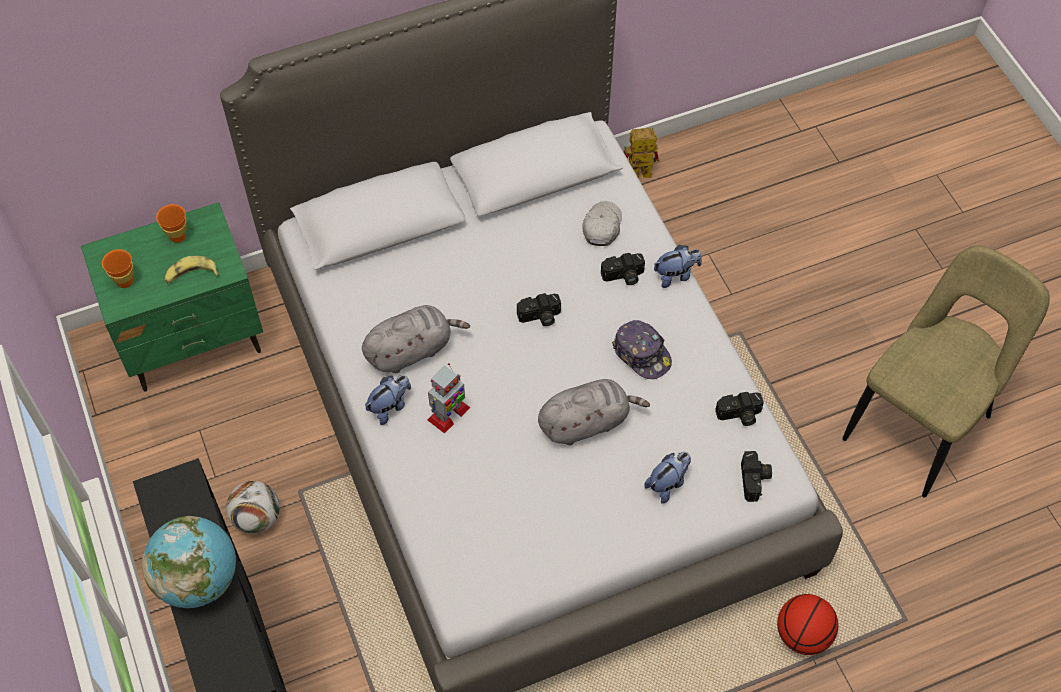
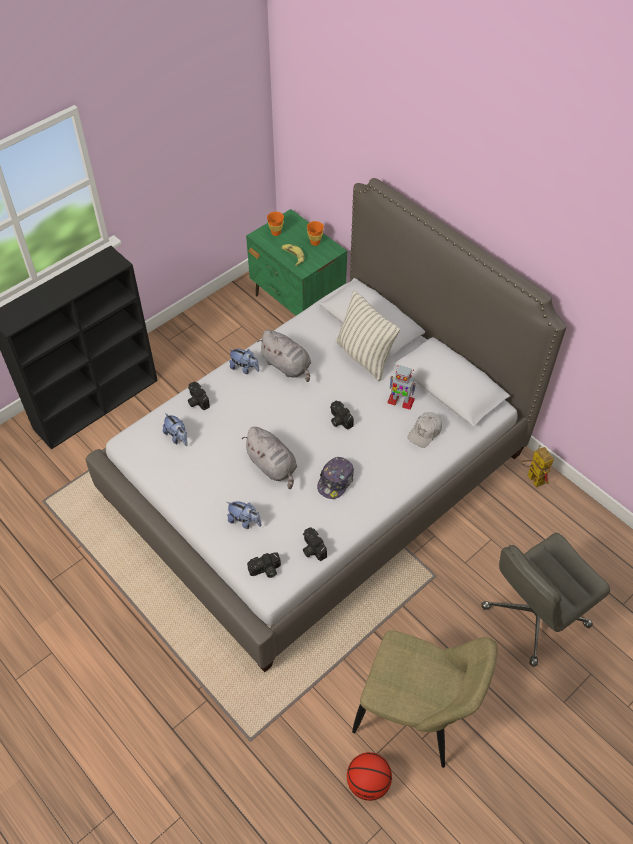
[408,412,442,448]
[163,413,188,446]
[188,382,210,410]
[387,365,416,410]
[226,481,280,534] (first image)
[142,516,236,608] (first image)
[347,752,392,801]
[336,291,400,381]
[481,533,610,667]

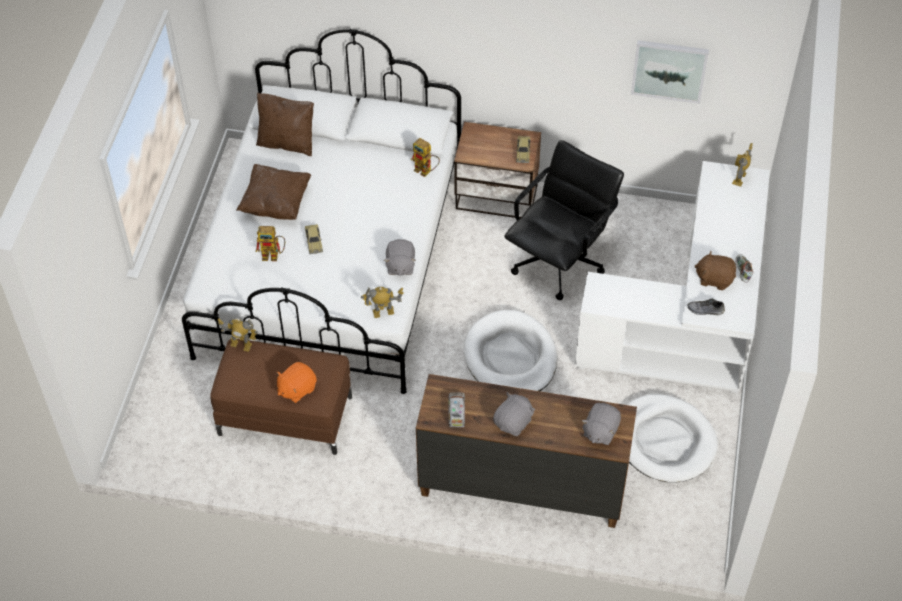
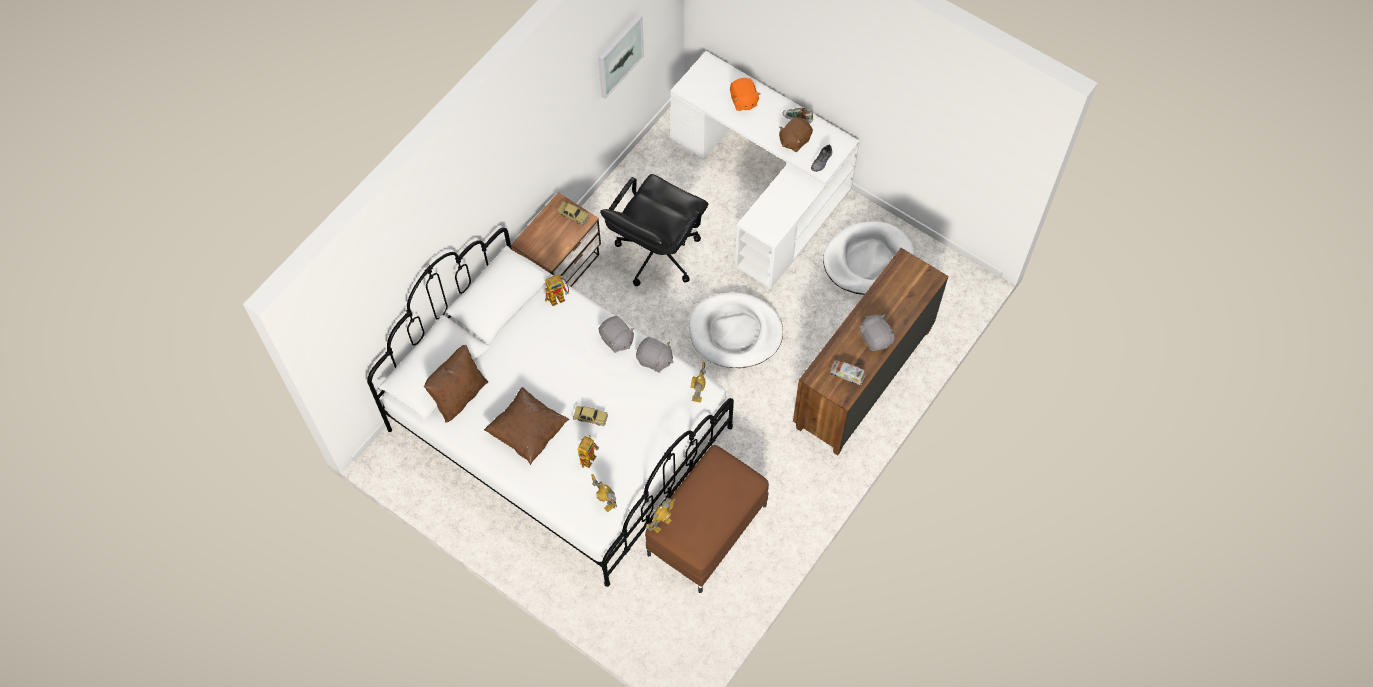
[600,174,708,286]
[591,474,617,512]
[730,78,761,111]
[599,316,634,353]

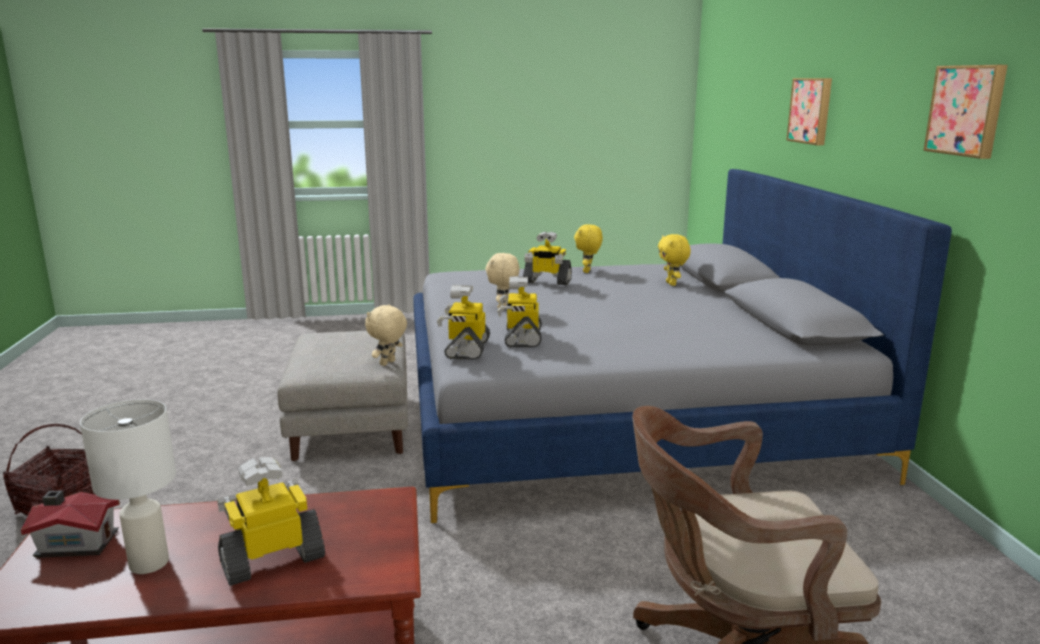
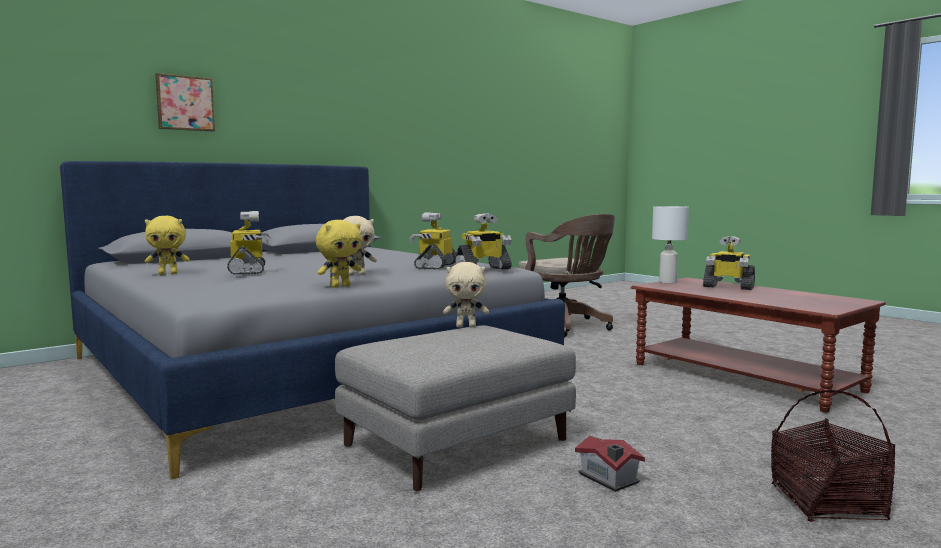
[923,65,1008,159] (first image)
[316,220,362,288]
[409,212,456,269]
[652,206,689,284]
[575,436,645,492]

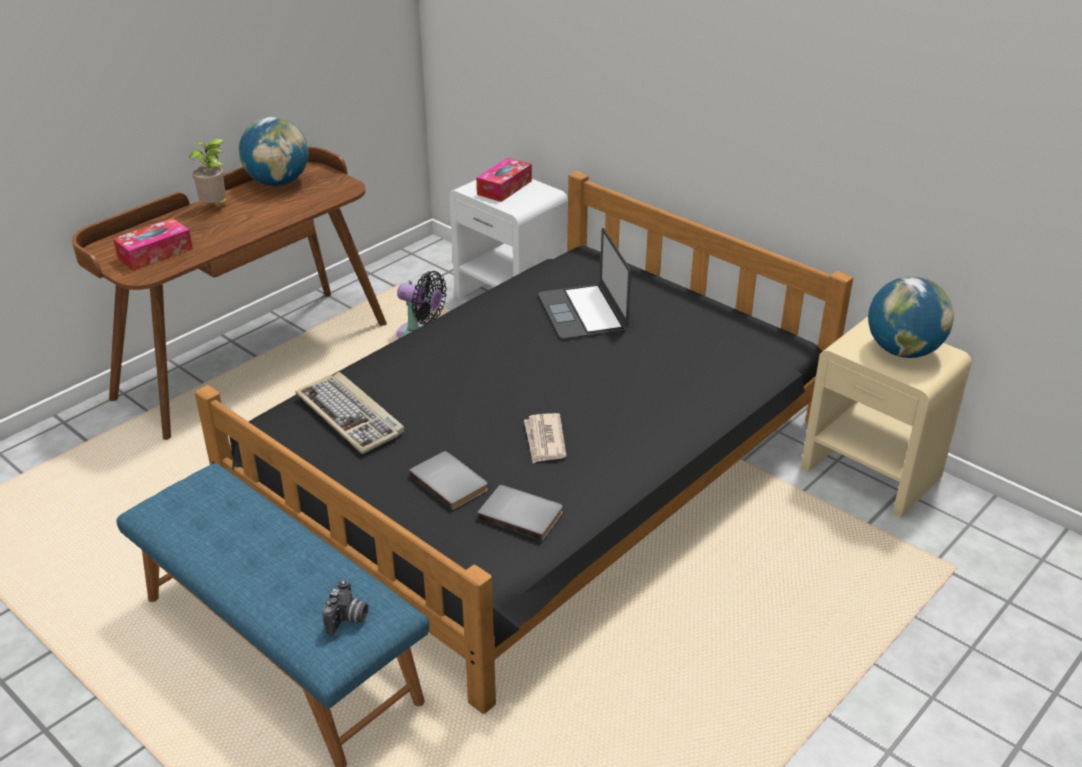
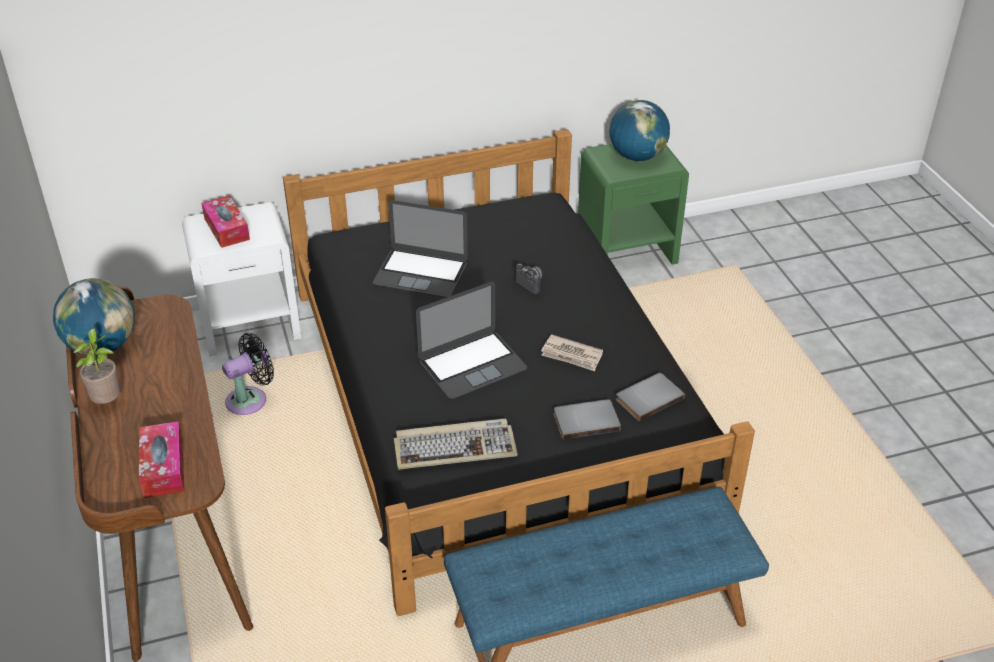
[578,144,689,265]
[515,263,543,294]
[416,281,527,399]

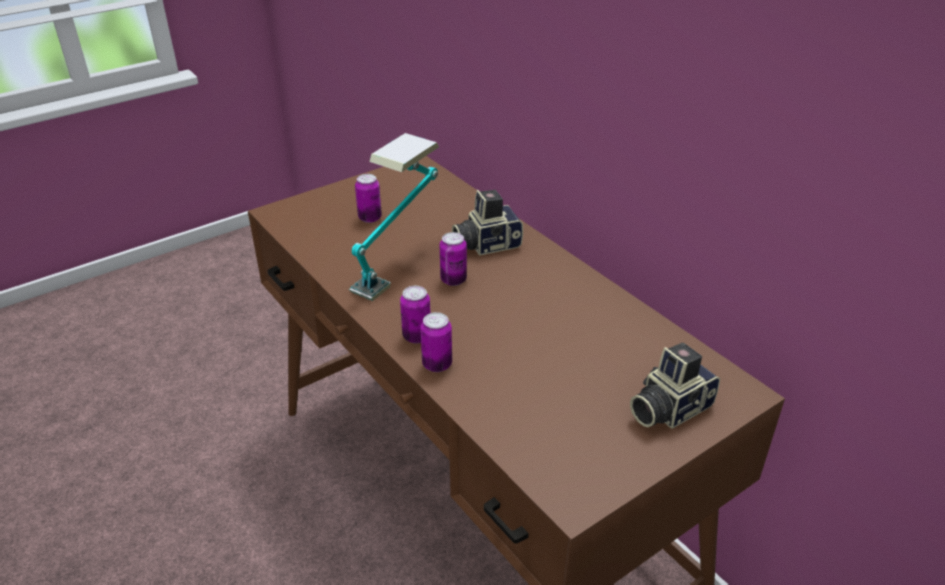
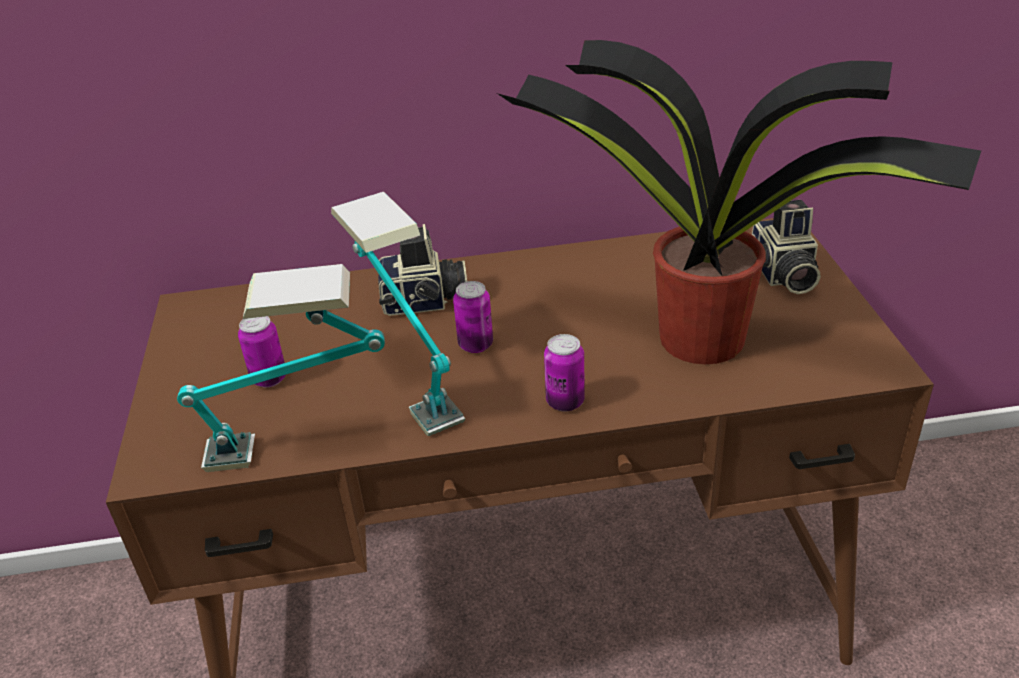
[378,224,467,316]
[420,312,452,372] (first image)
[497,40,981,364]
[177,264,385,472]

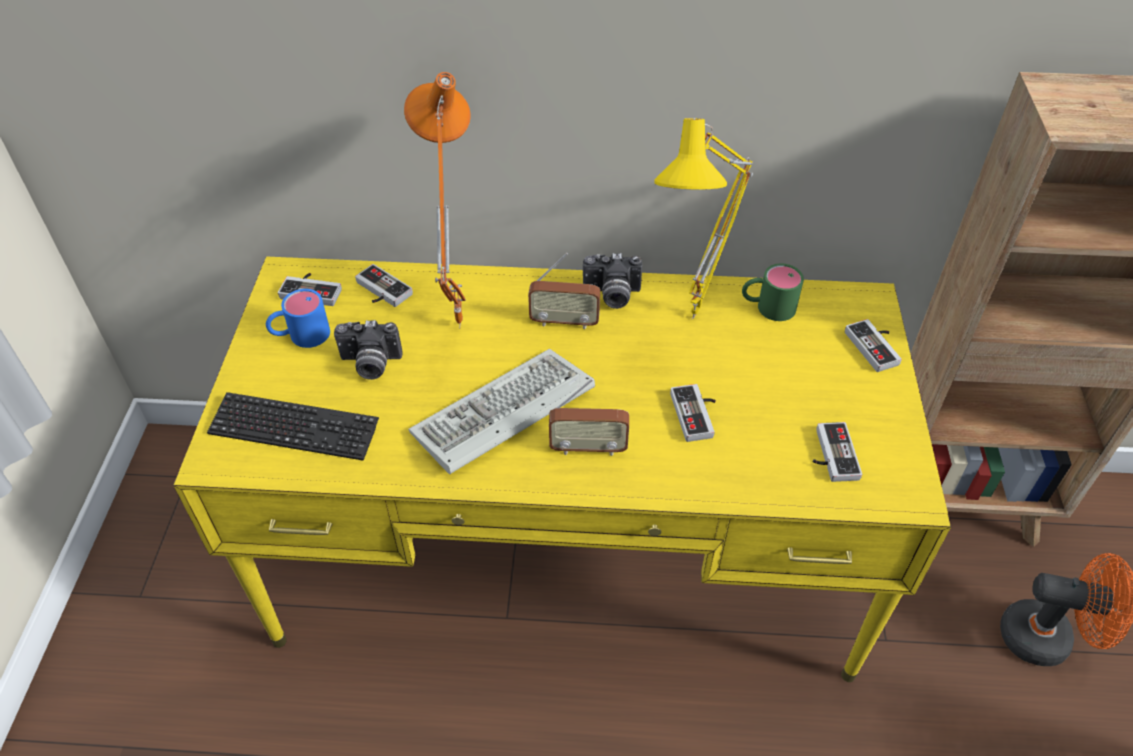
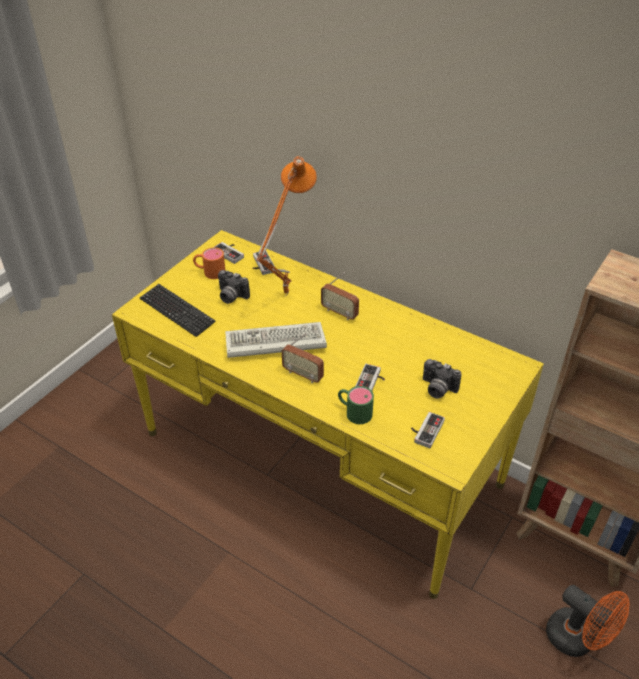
[654,118,753,319] (first image)
[423,359,462,399]
[338,386,374,424]
[193,247,226,279]
[845,319,902,372] (first image)

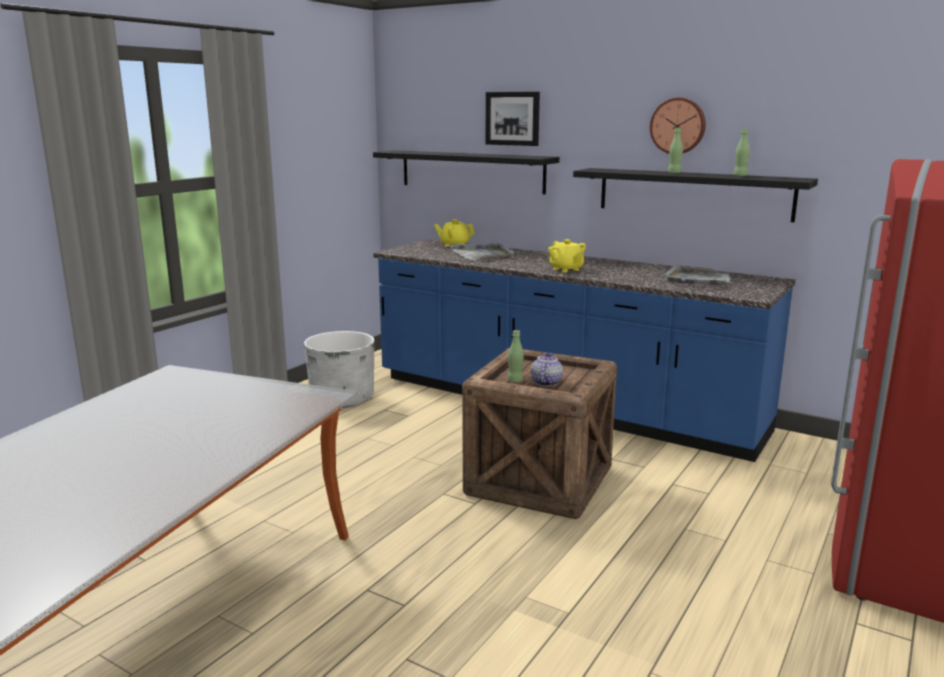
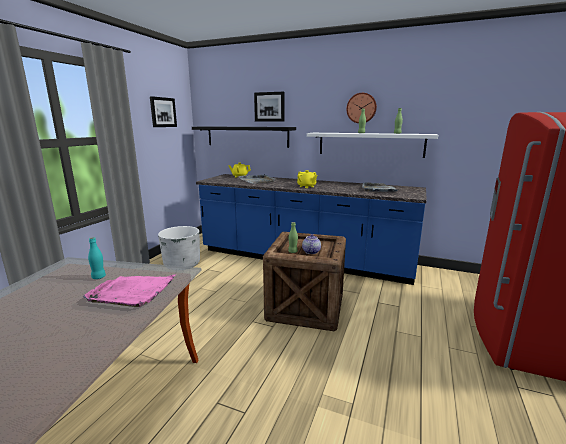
[307,133,438,158]
[150,96,177,127]
[88,237,106,279]
[83,274,177,307]

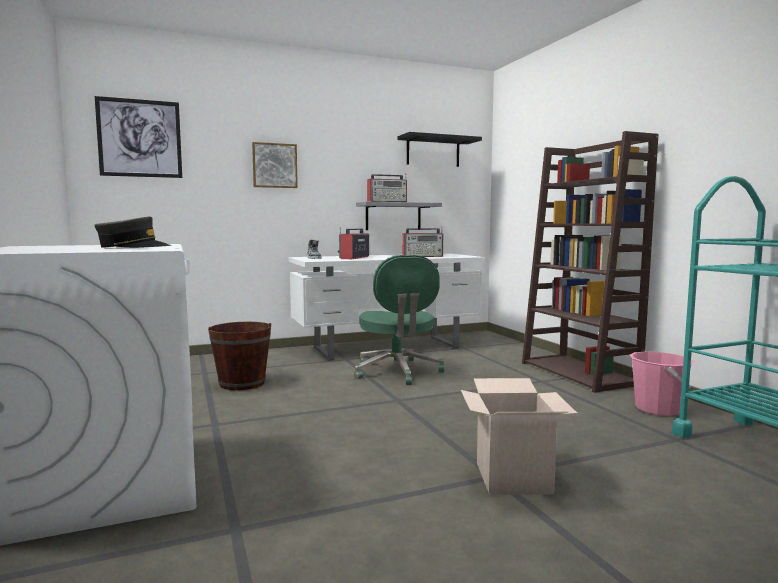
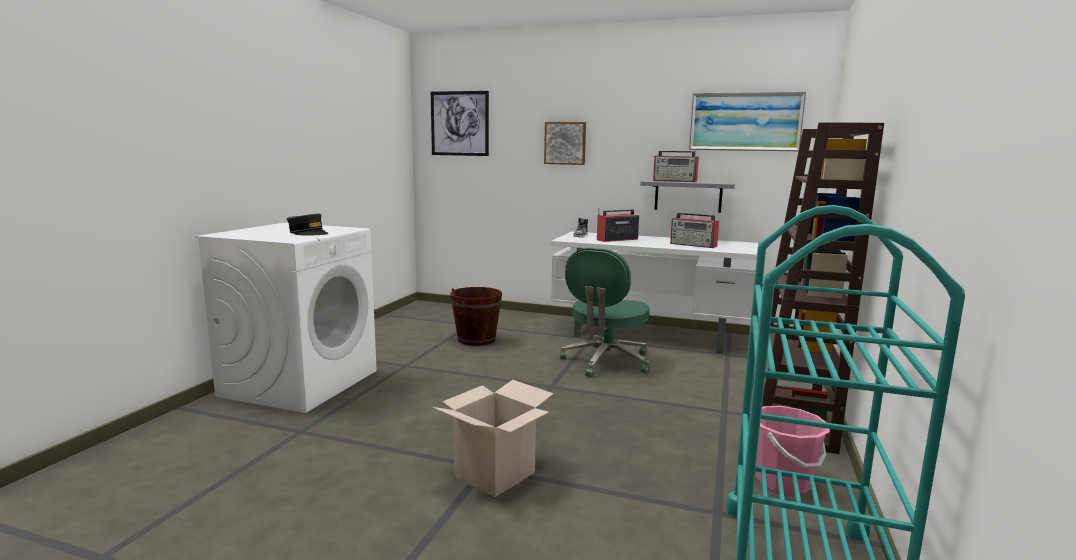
[689,92,806,151]

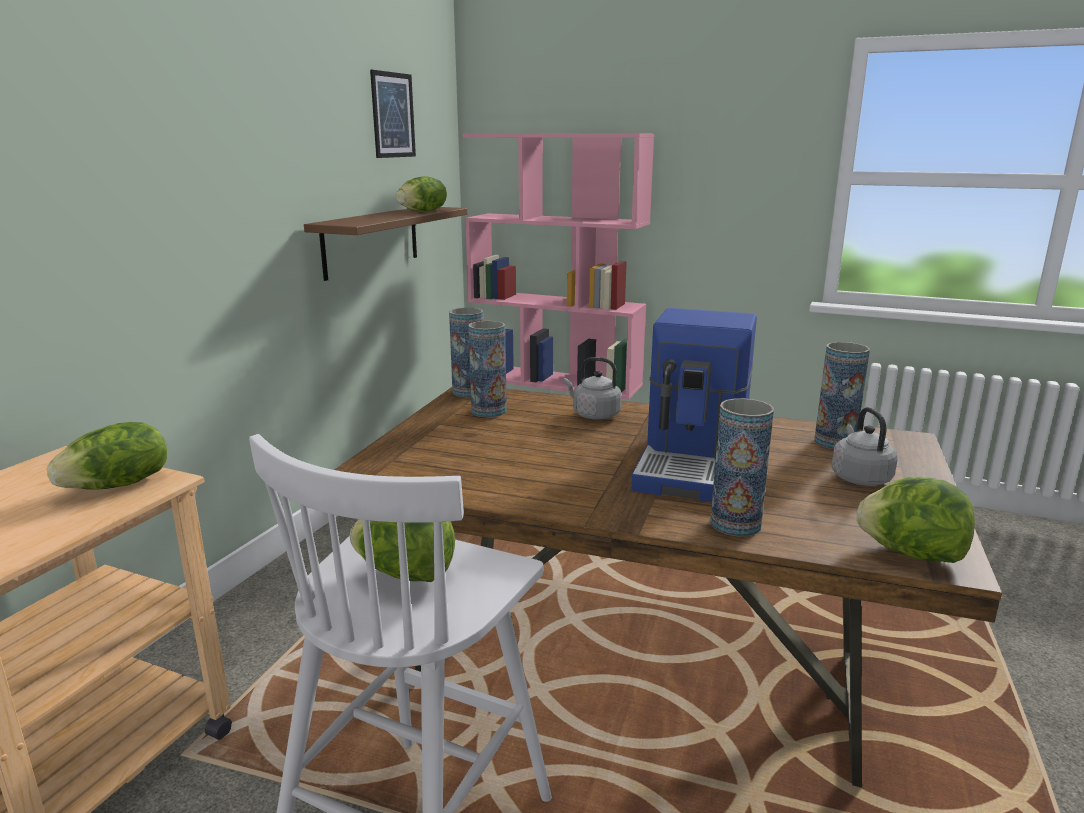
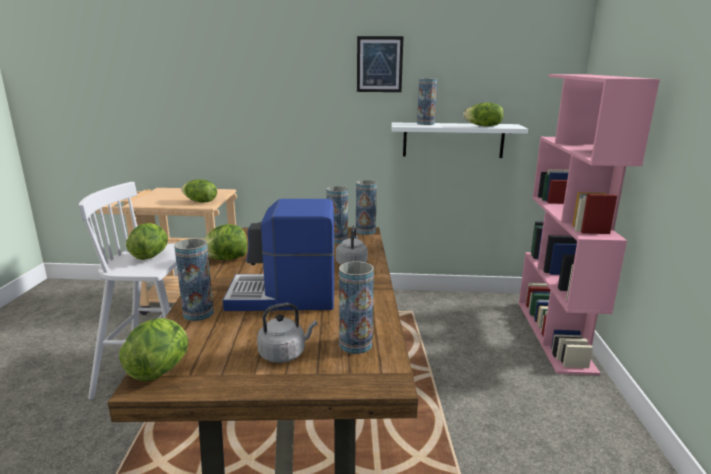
[357,36,404,92]
[391,122,528,158]
[417,78,437,125]
[203,224,248,260]

